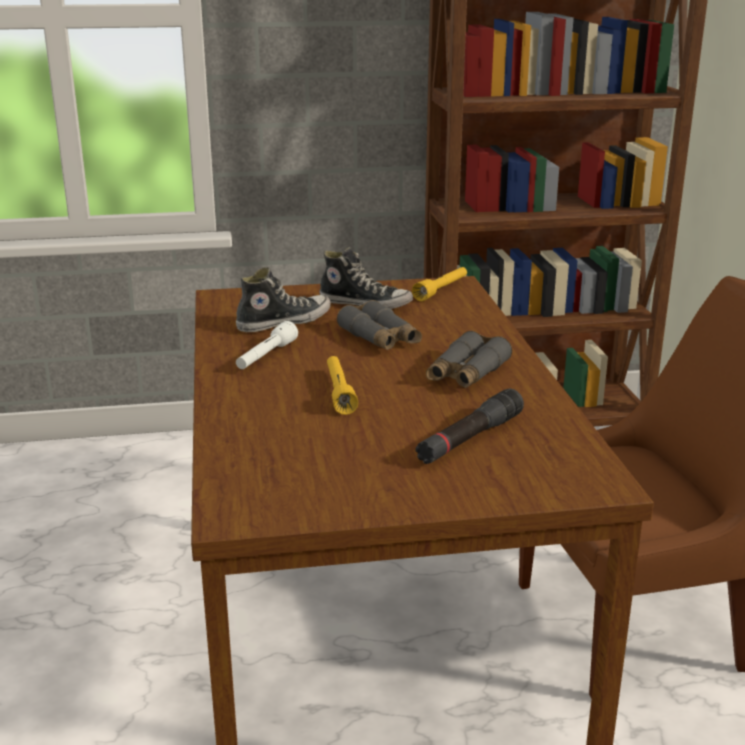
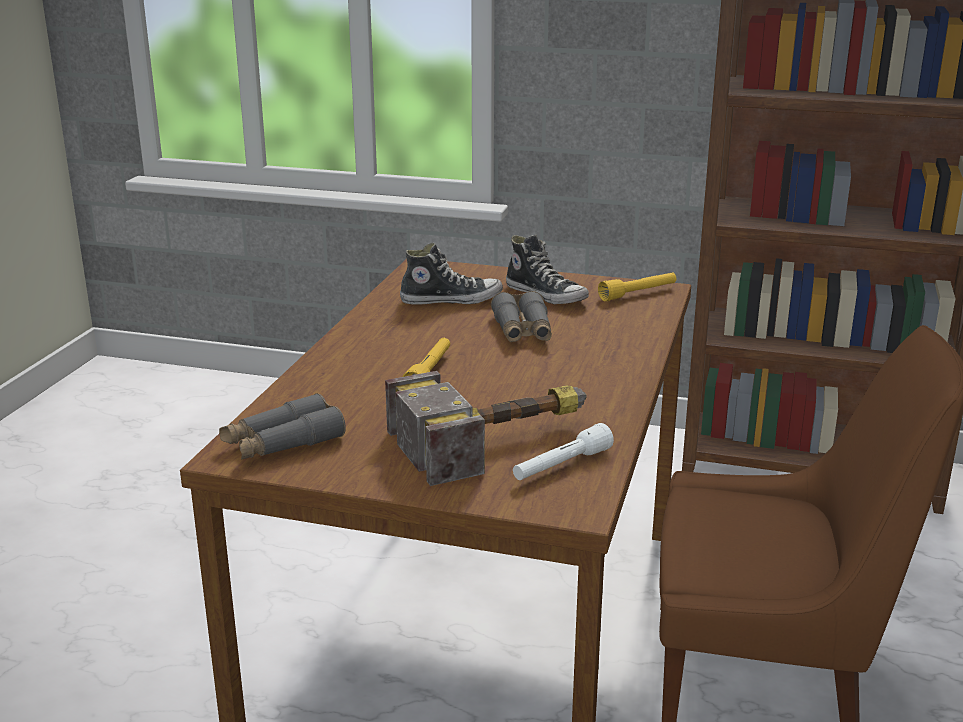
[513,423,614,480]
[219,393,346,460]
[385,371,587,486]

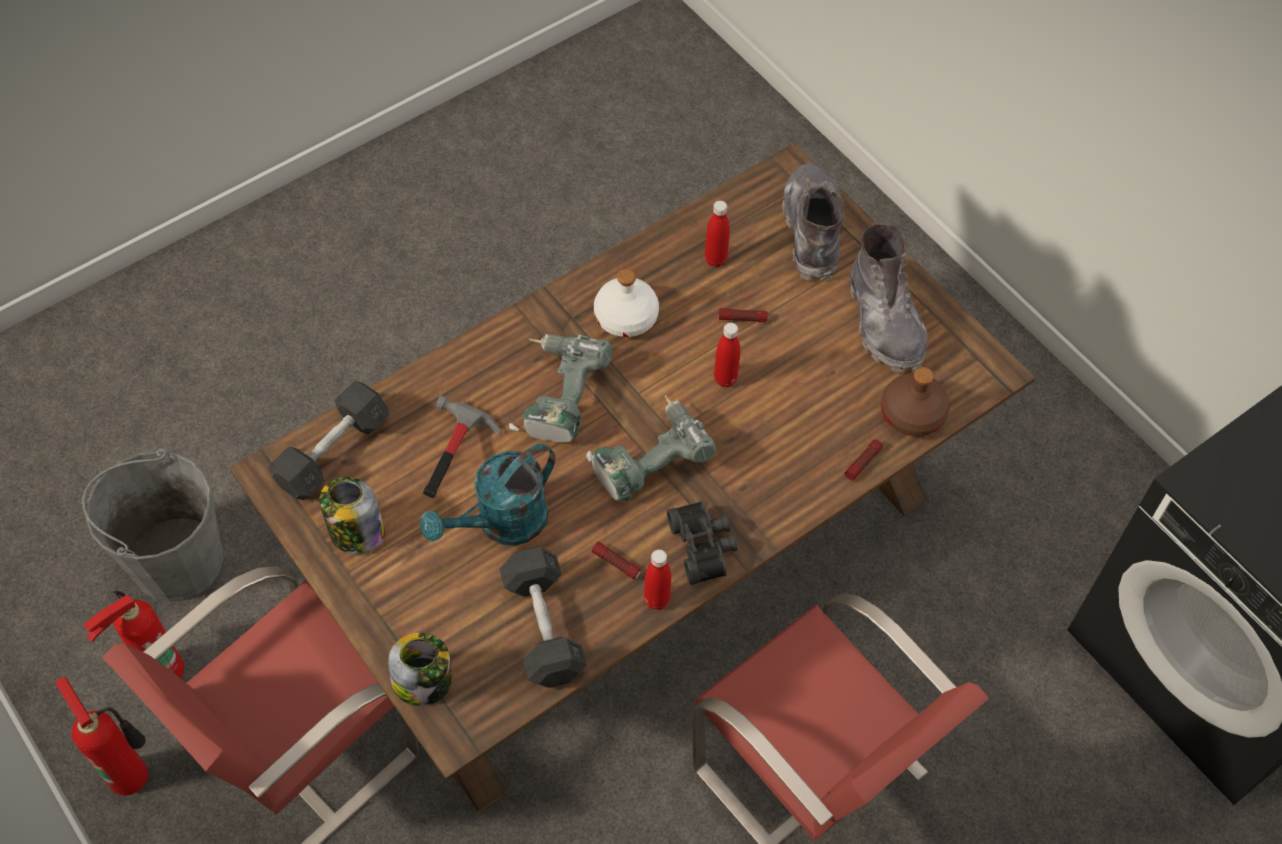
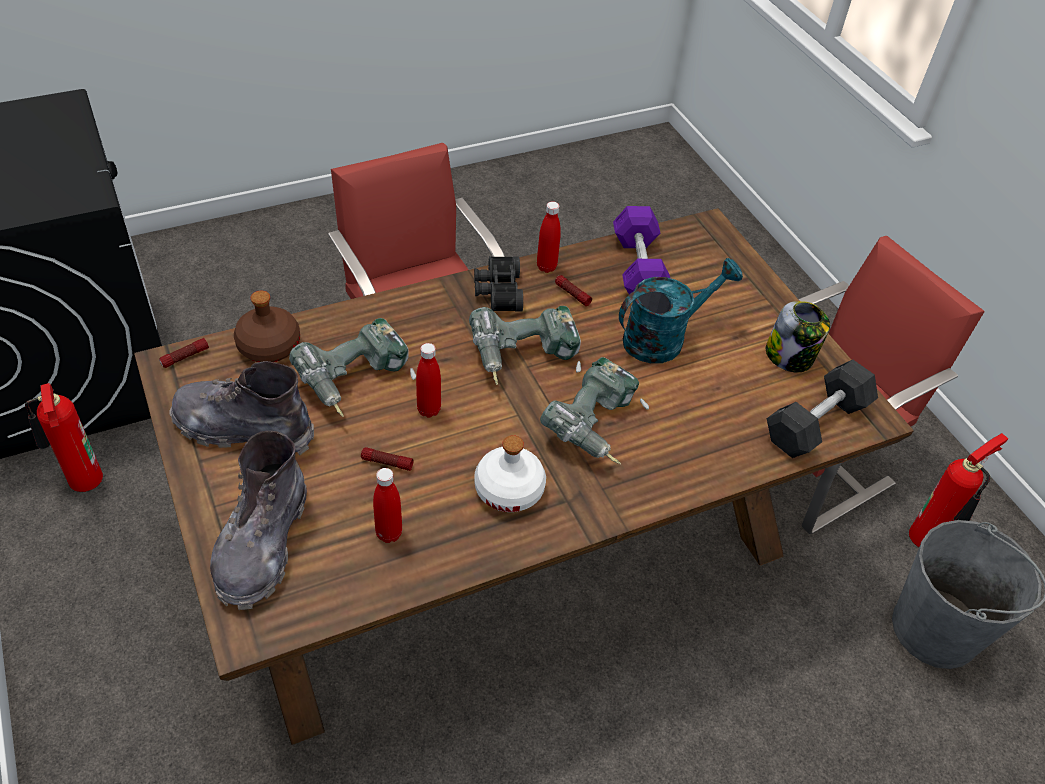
[170,361,314,455]
[423,395,500,498] (first image)
[159,338,209,368]
[613,206,670,294]
[388,633,452,706] (first image)
[25,383,103,492]
[289,318,416,417]

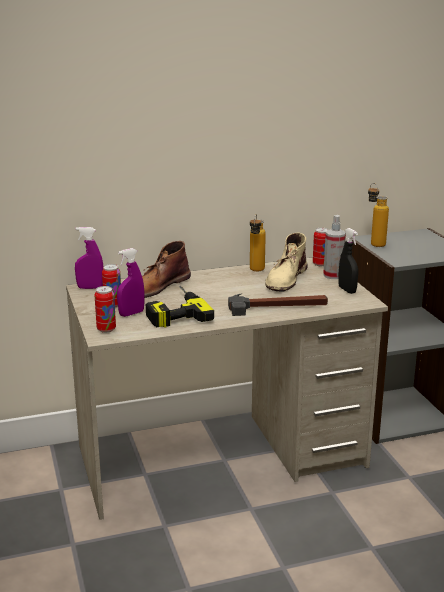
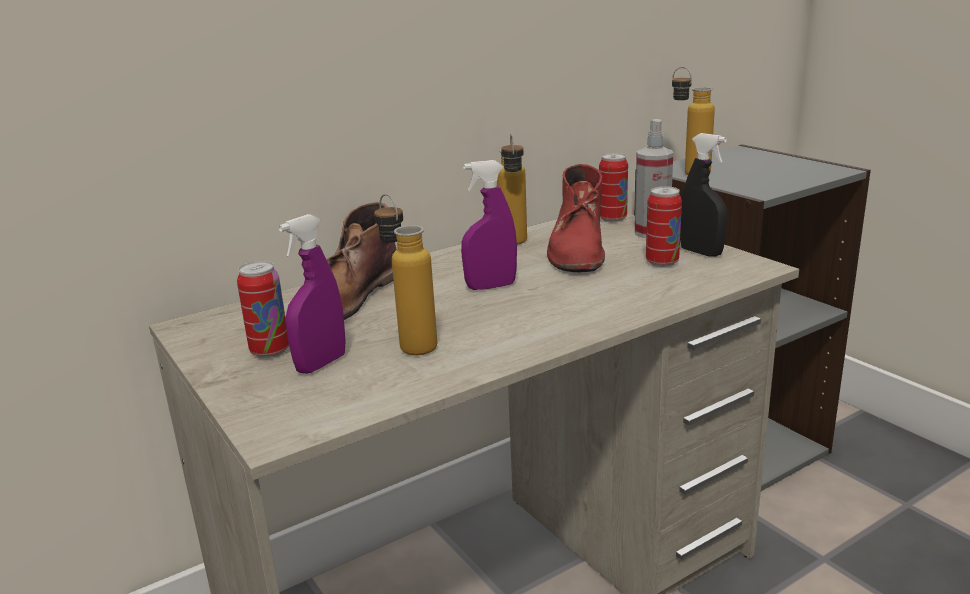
[461,160,517,290]
[547,164,605,272]
[646,186,682,267]
[374,194,437,355]
[228,294,328,316] (first image)

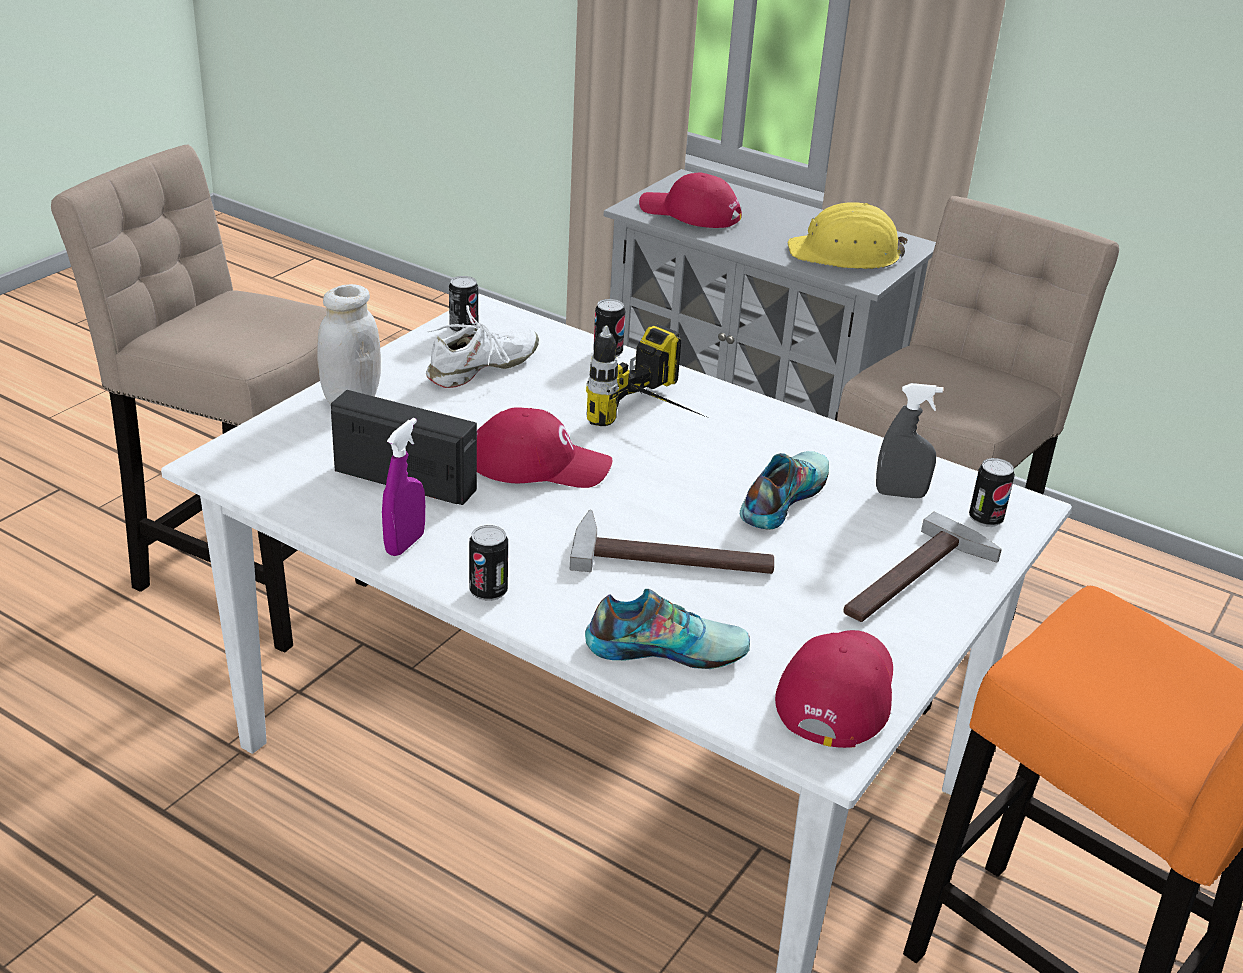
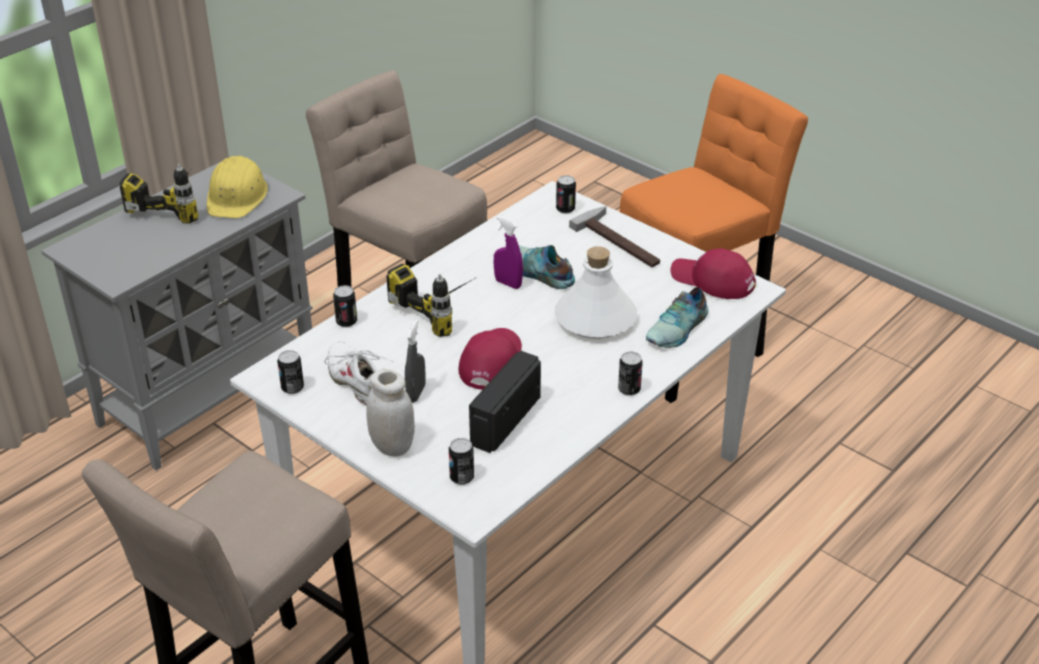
[639,173,742,228] (first image)
[405,319,426,403]
[494,216,523,289]
[555,246,637,339]
[646,287,709,348]
[119,164,199,223]
[449,438,474,485]

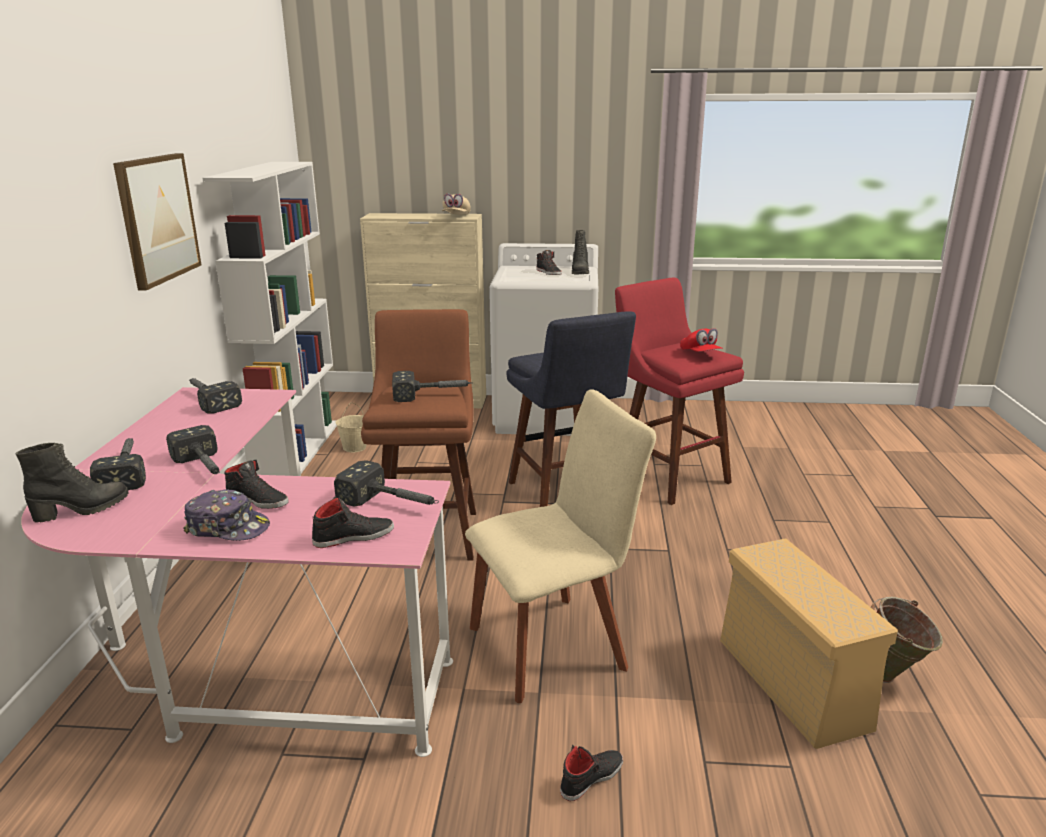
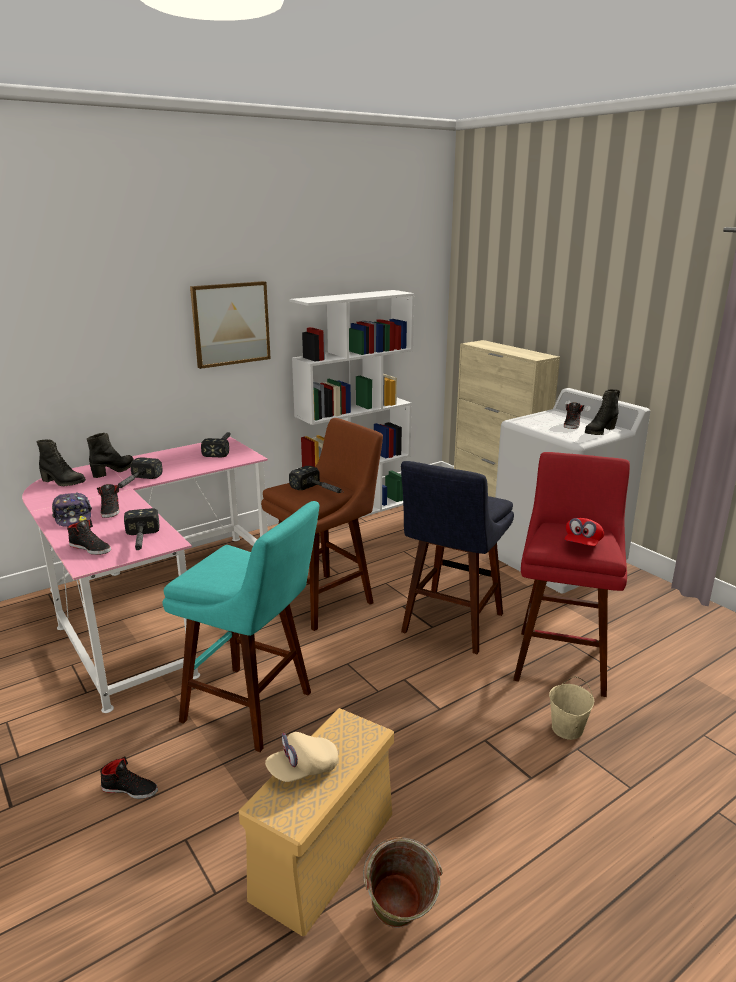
[265,732,338,782]
[163,501,319,752]
[549,676,594,740]
[87,433,134,478]

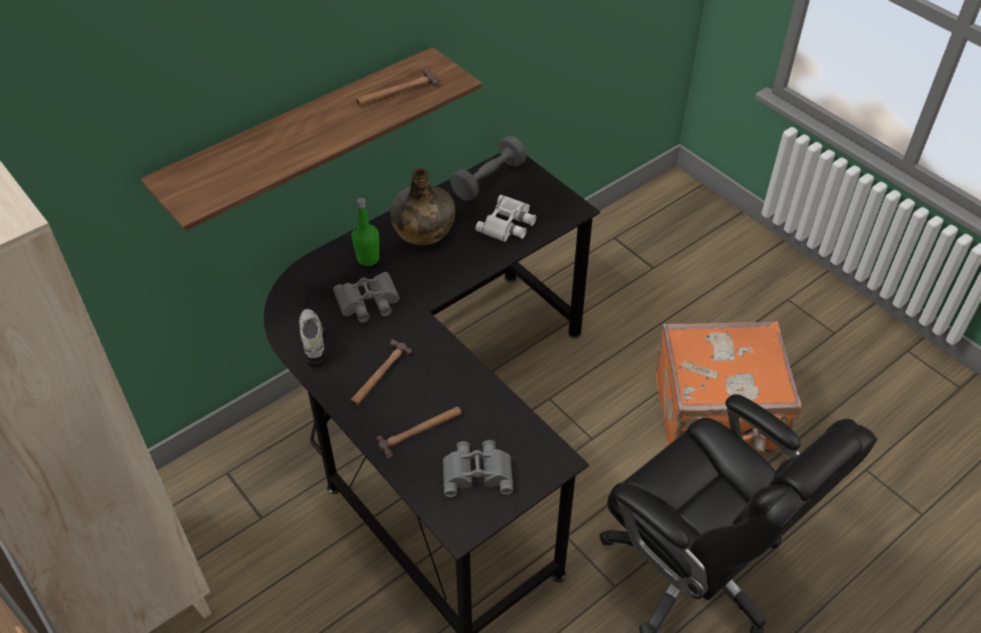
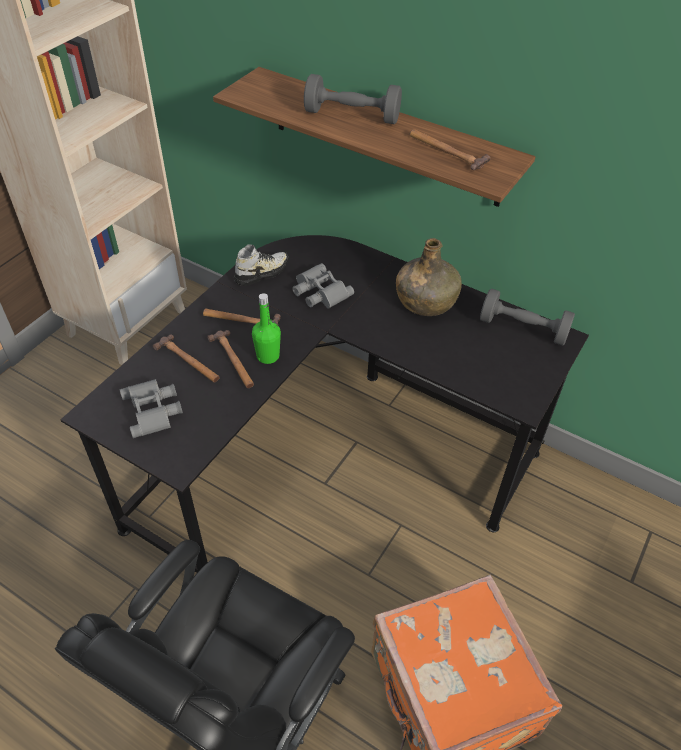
[475,195,536,242] (first image)
[252,293,281,364]
[304,74,402,124]
[207,330,254,388]

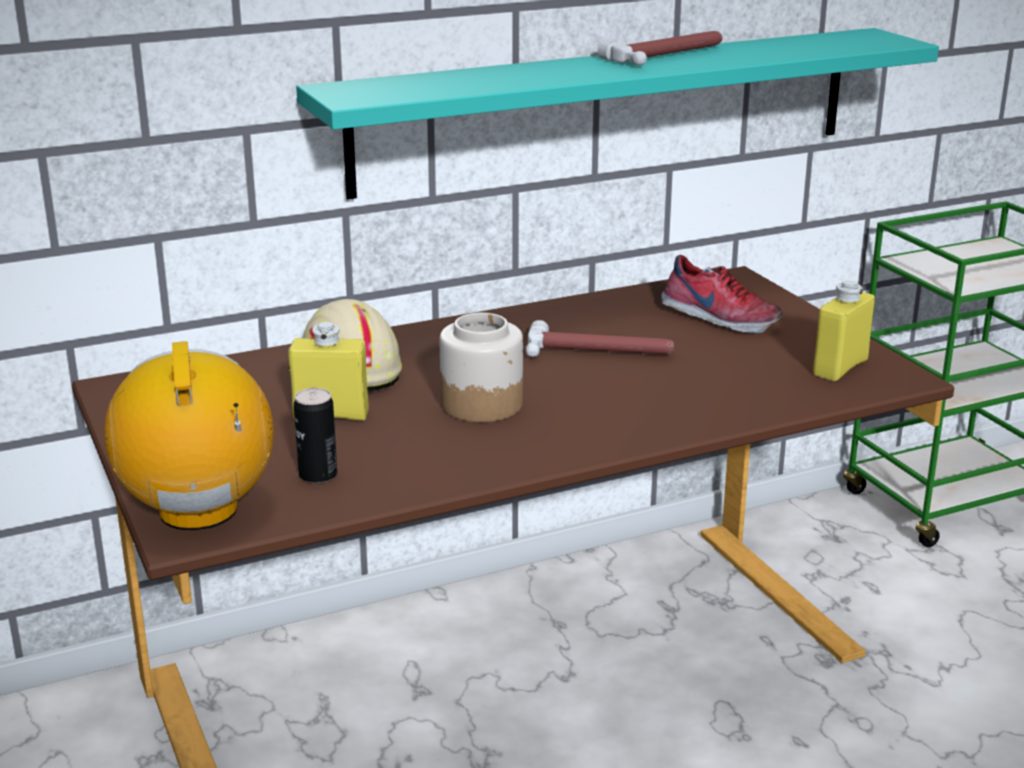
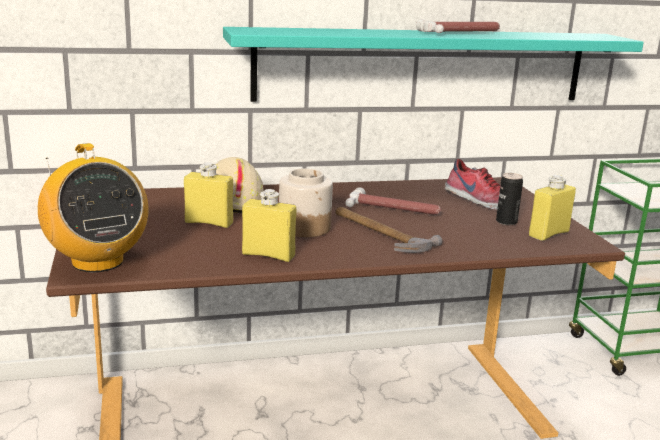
[38,143,149,272]
[496,173,523,225]
[242,189,296,262]
[335,207,442,253]

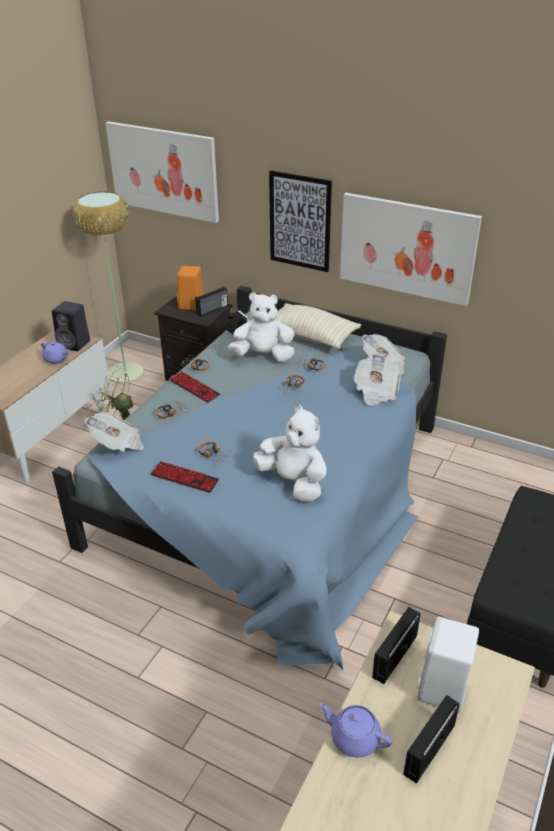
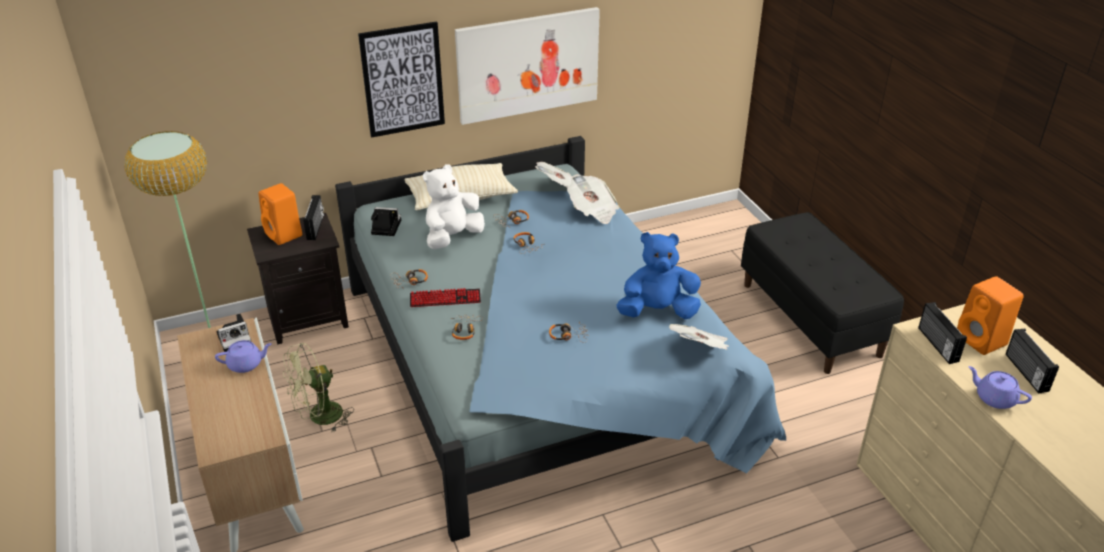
[106,121,219,223] (first image)
[217,314,251,352]
[616,232,701,319]
[669,324,729,350]
[150,461,219,493] (first image)
[957,276,1024,355]
[968,366,1032,409]

